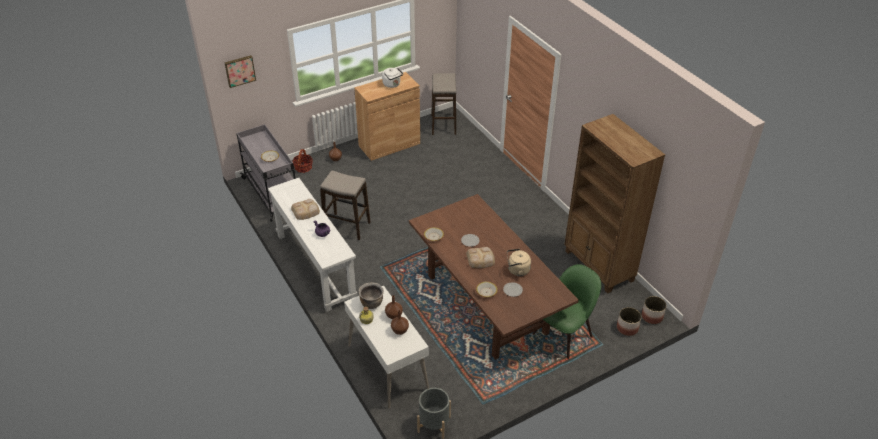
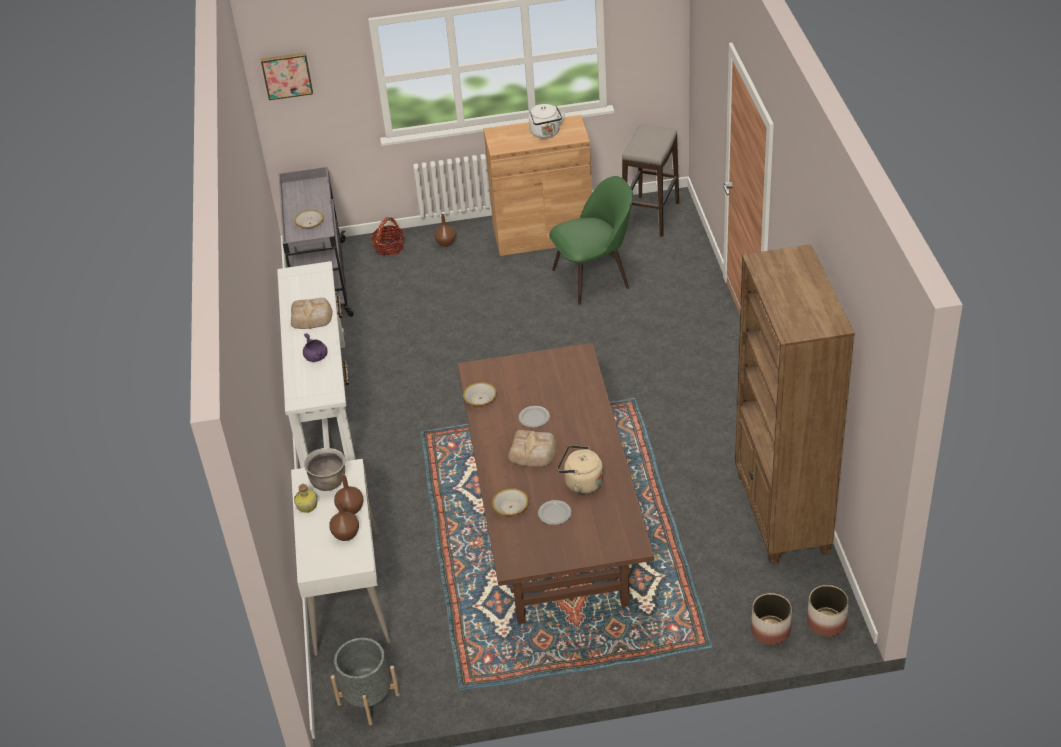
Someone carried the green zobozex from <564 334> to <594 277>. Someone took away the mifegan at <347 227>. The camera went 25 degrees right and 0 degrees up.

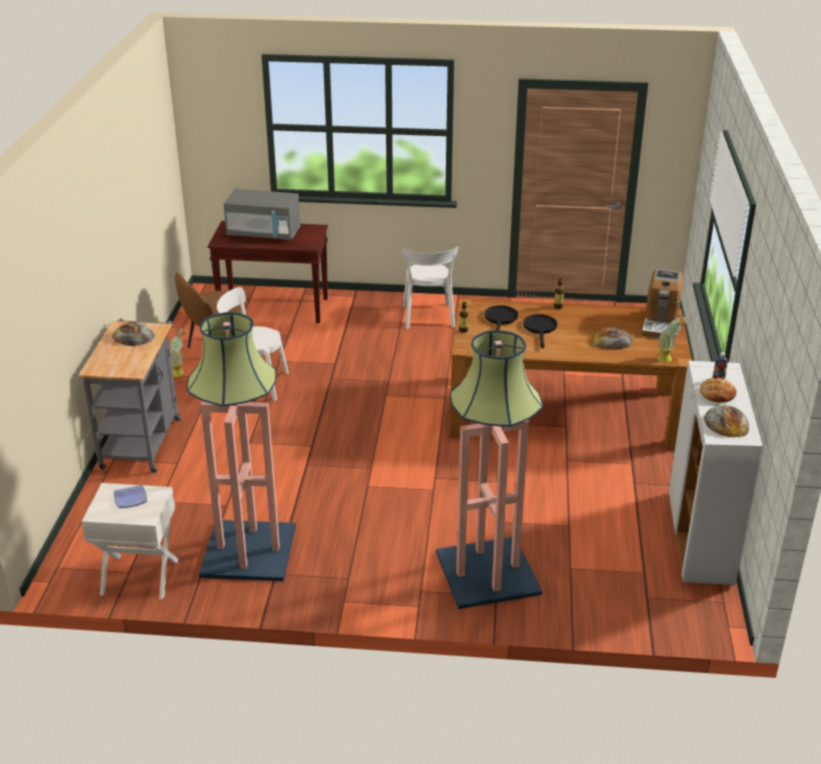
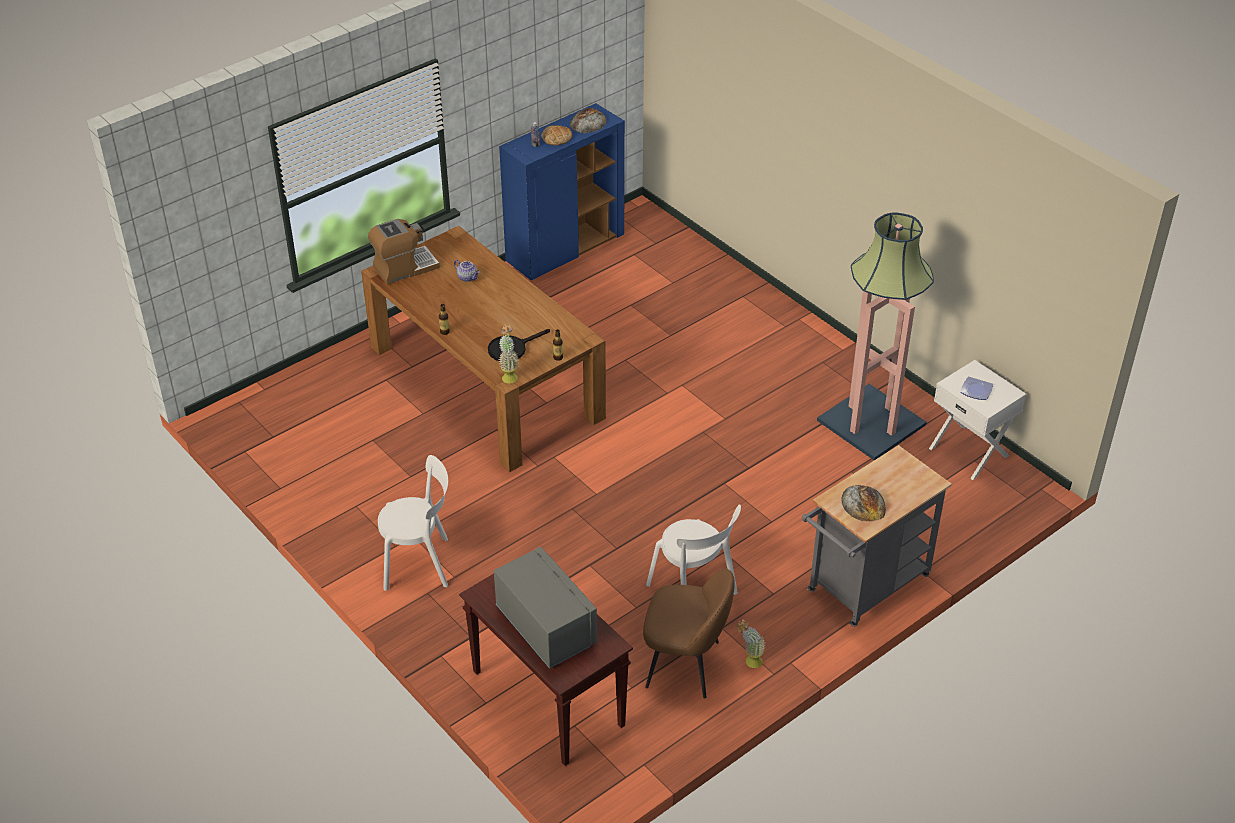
Someone rotated the white zobozex at <428 318> by 45 degrees clockwise. Someone swapped the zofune at <612 340> for the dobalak at <468 277>. Someone repainted the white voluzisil at <700 538>, which became the blue voluzisil at <565 249>. Someone carried the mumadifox from <668 360> to <509 375>. Someone took away the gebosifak at <487 573>. Someone took away the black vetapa at <540 329>. The camera went 135 degrees left and 10 degrees up.

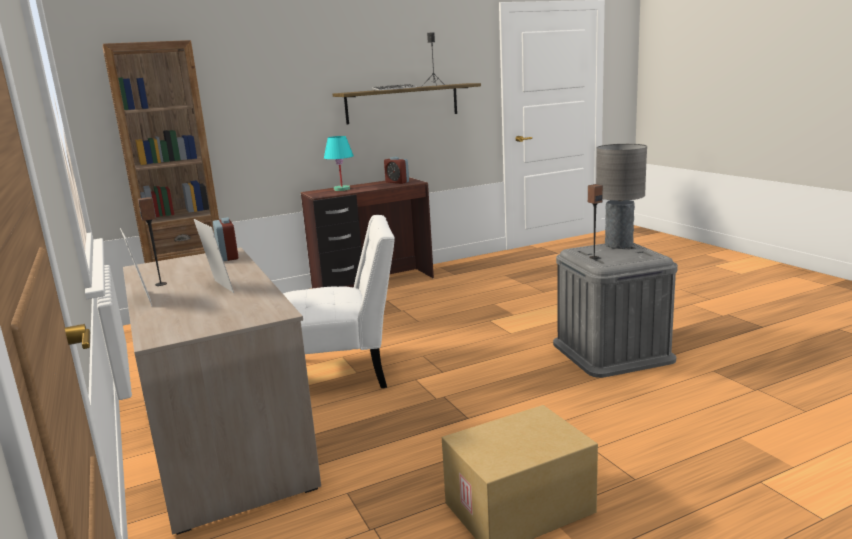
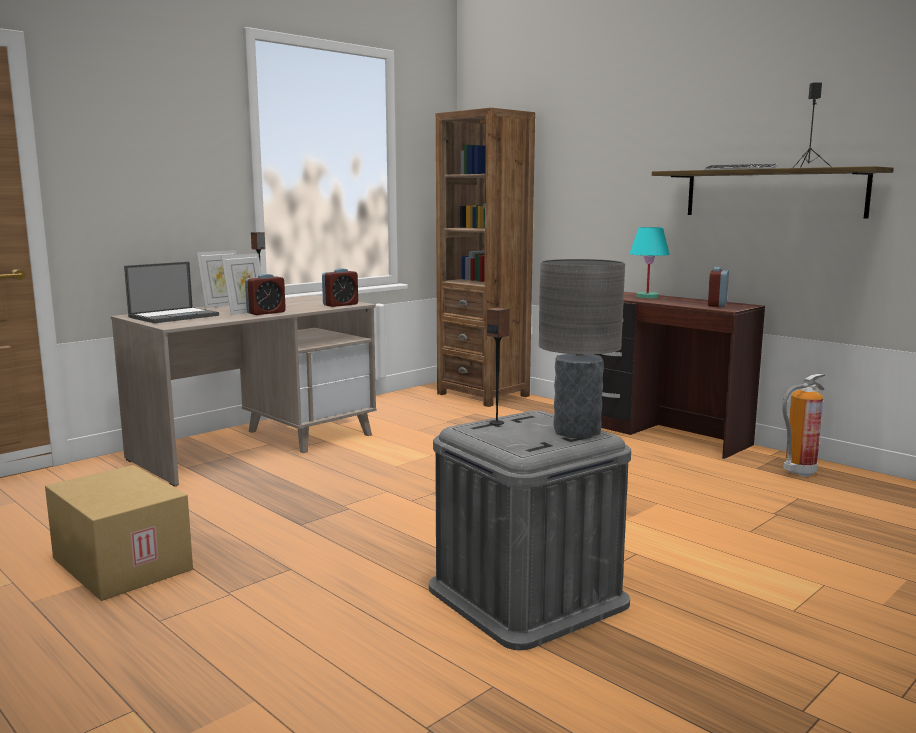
Someone put down the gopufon at <174 316>. Someone put down the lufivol at <266 313>. Someone put down the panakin at <798 472>. Someone took away the white zobozex at <343 372>. The camera went 70 degrees right and 5 degrees down.

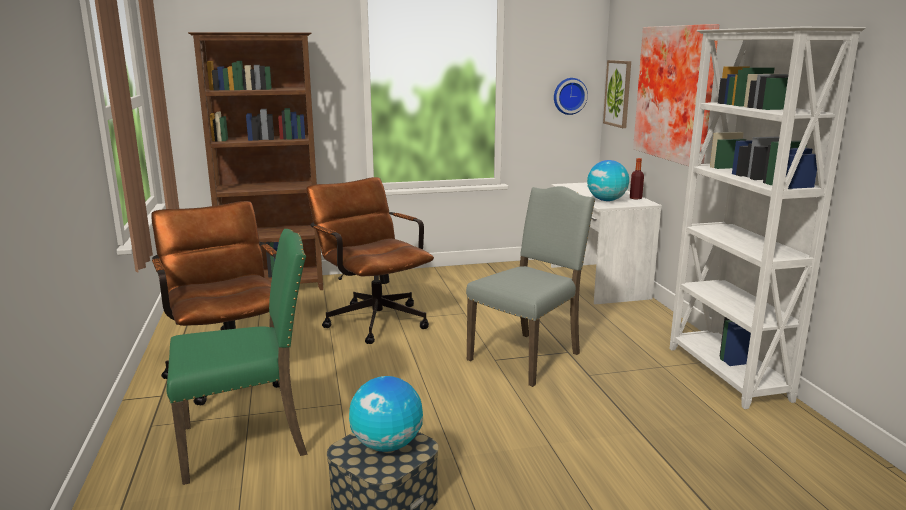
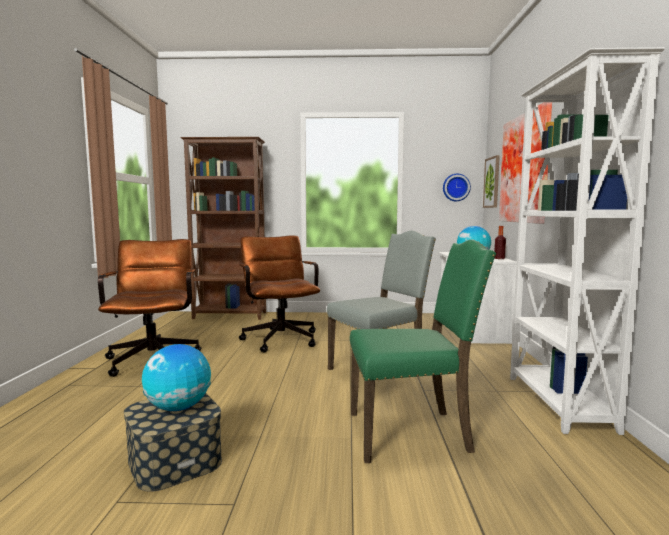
Someone carried the green zobozex from <247 441> to <411 433>. The camera went 15 degrees right and 10 degrees down.

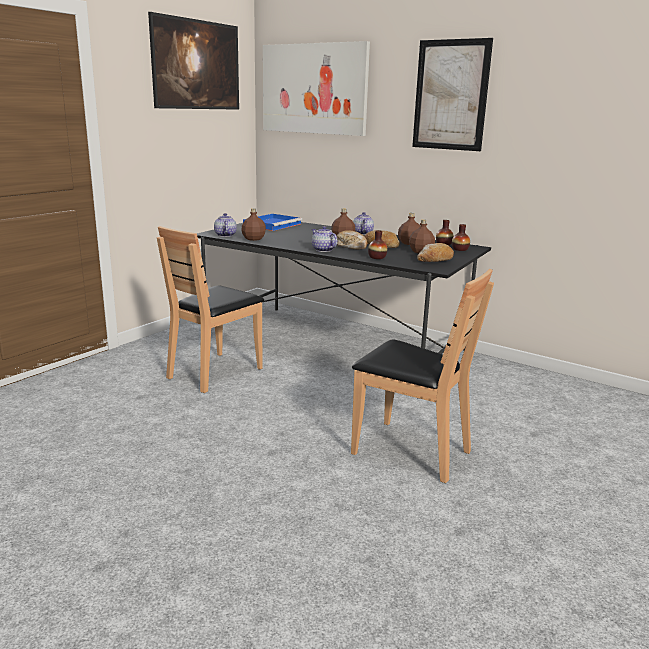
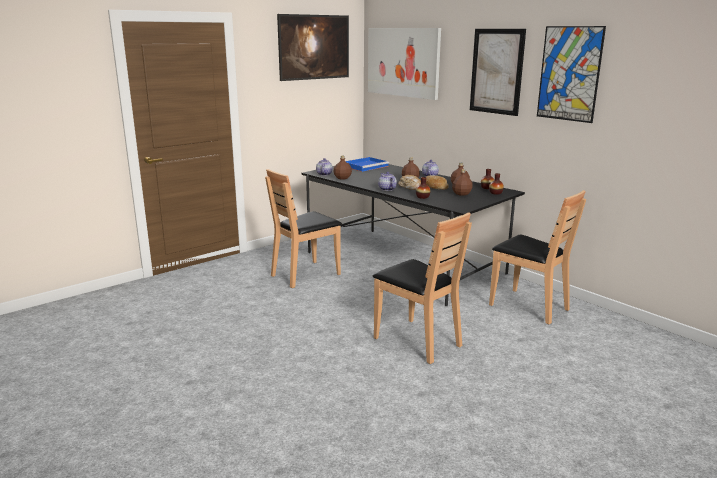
Someone put down the brown zobozex at <528 306>. Someone put up the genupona at <569 74>. Someone took away the zofune at <435 260>. The camera went 15 degrees right and 0 degrees up.

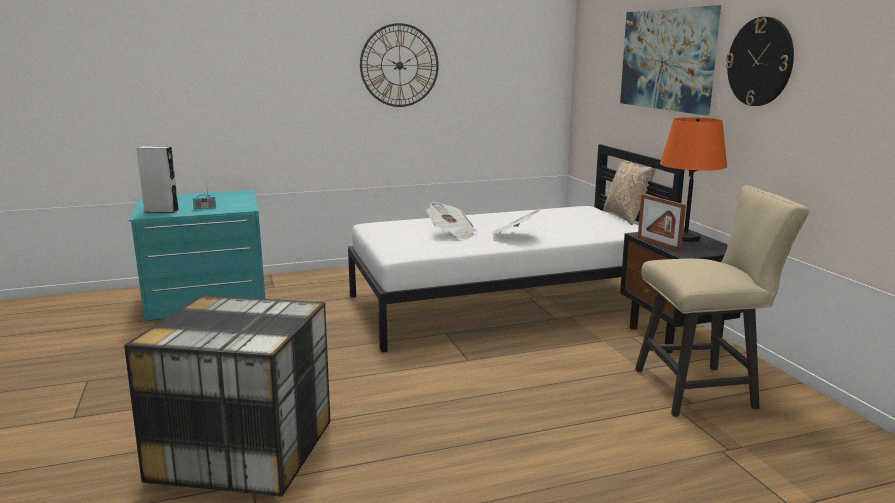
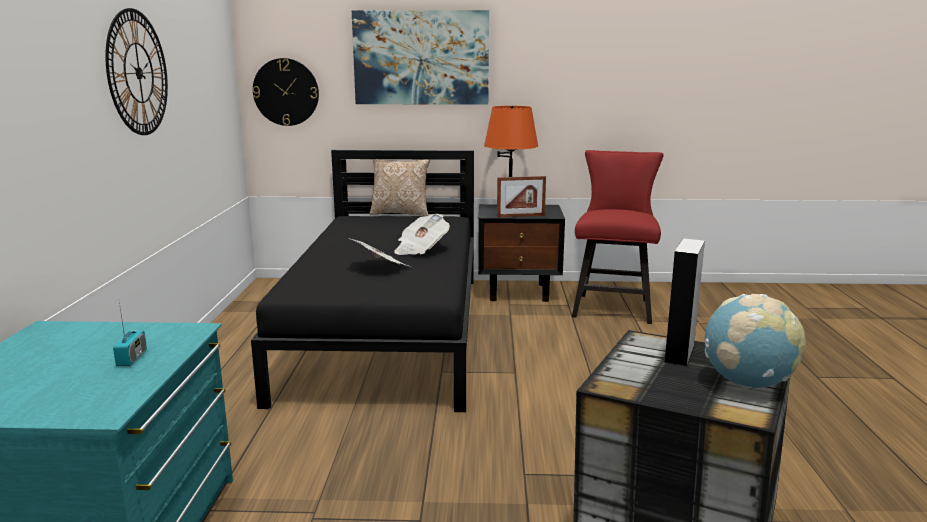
Someone repainted the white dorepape at <505 303>, which became the black dorepape at <389 332>. Someone carried the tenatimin from <760 62> to <286 92>. Someone repainted the beige zobozex at <703 389>, which became the red zobozex at <613 306>. Someone carried the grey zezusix from <161 211> to <679 354>. Someone put down the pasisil at <747 383>. The camera went 70 degrees left and 0 degrees up.

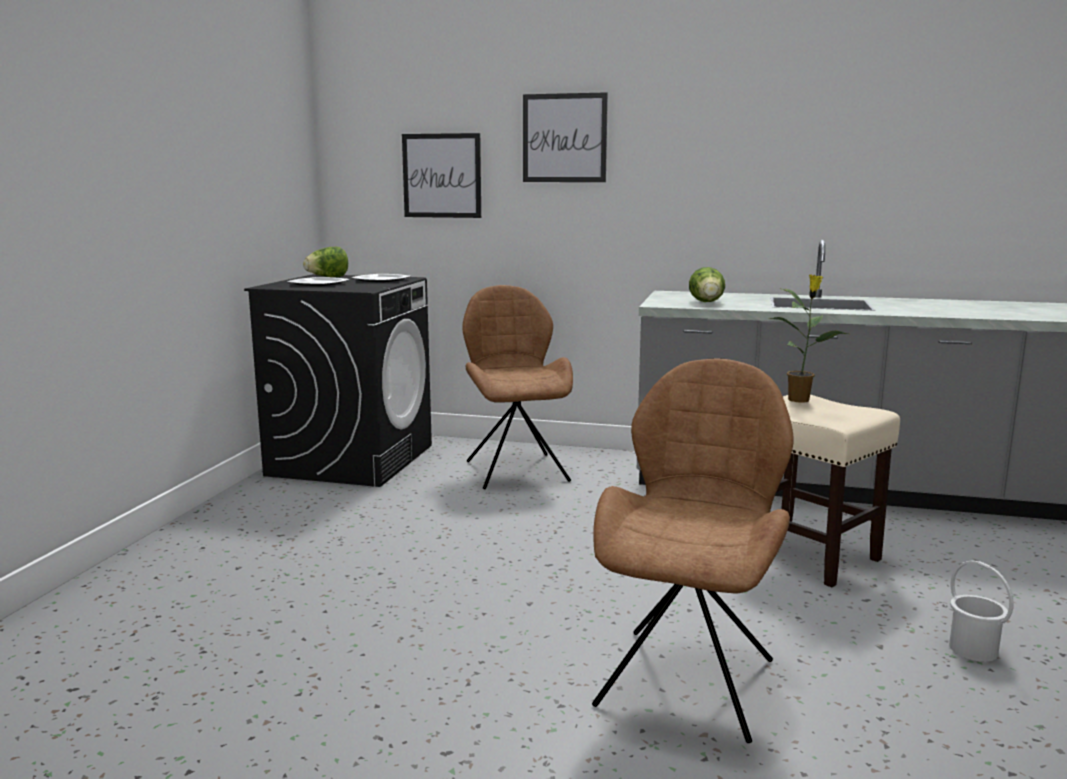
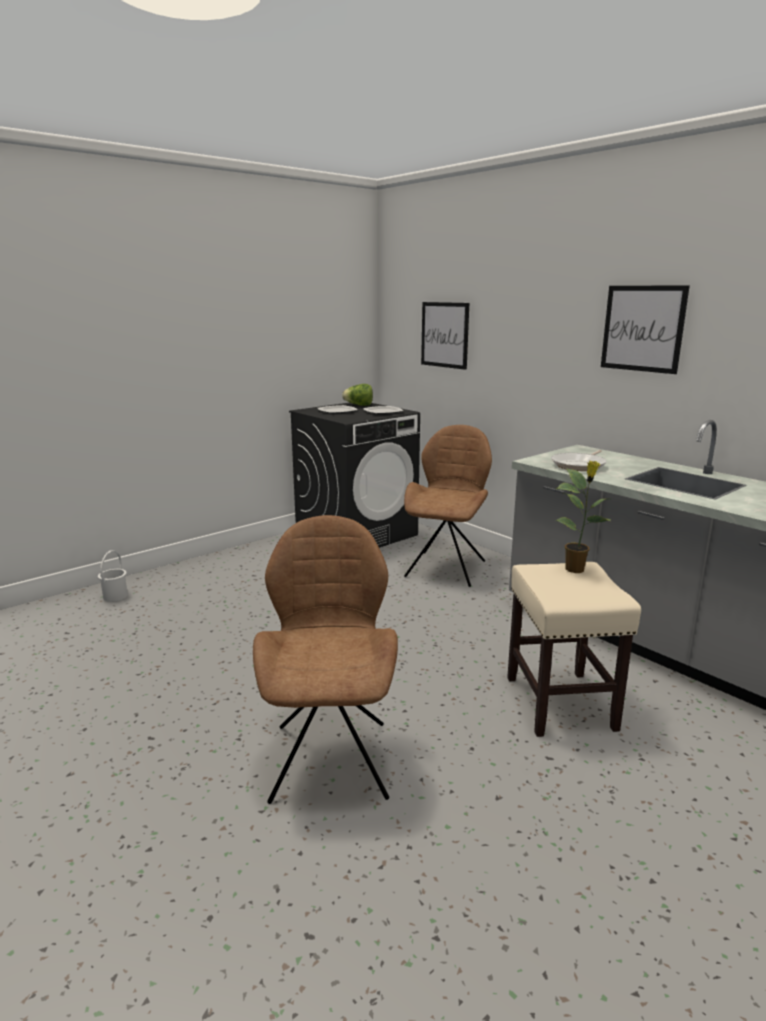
Someone carried the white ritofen from <973 649> to <116 596>. Someone rotated the brown zobozex at <688 678> by 60 degrees counterclockwise. Someone swapped the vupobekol at <707 302> for the vetapa at <579 465>. Someone carried the genupona from <564 138> to <642 328>. The camera went 35 degrees right and 5 degrees up.

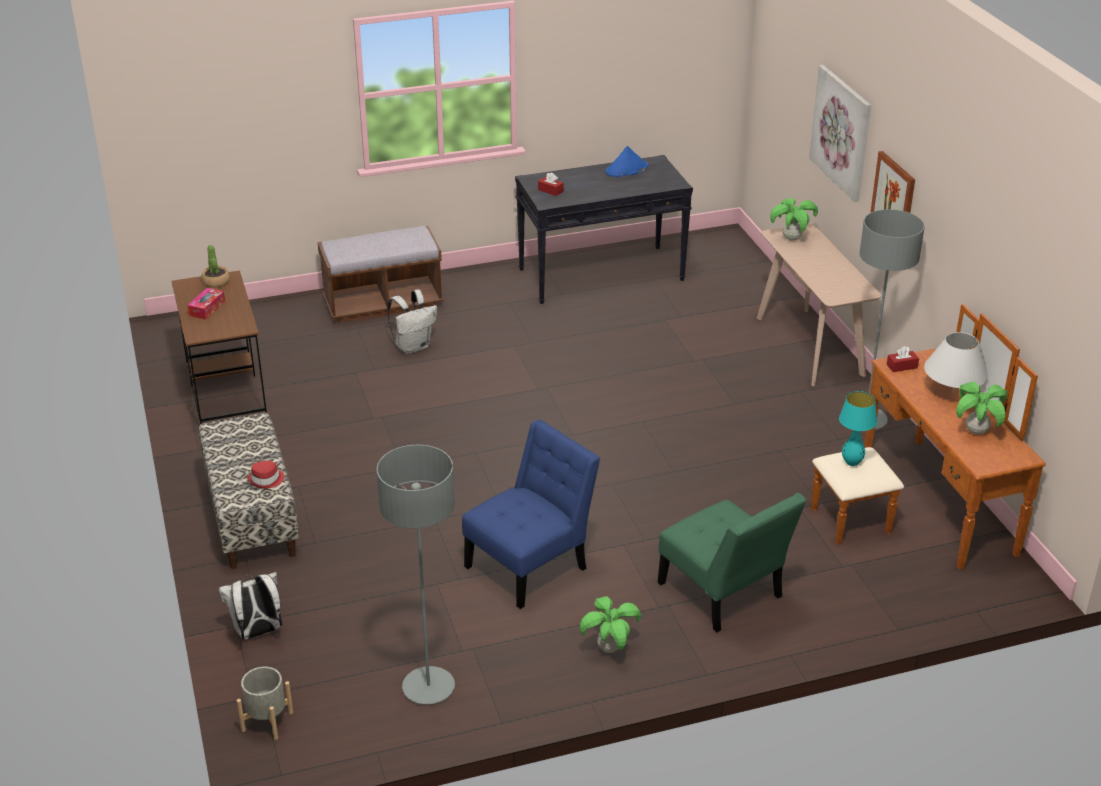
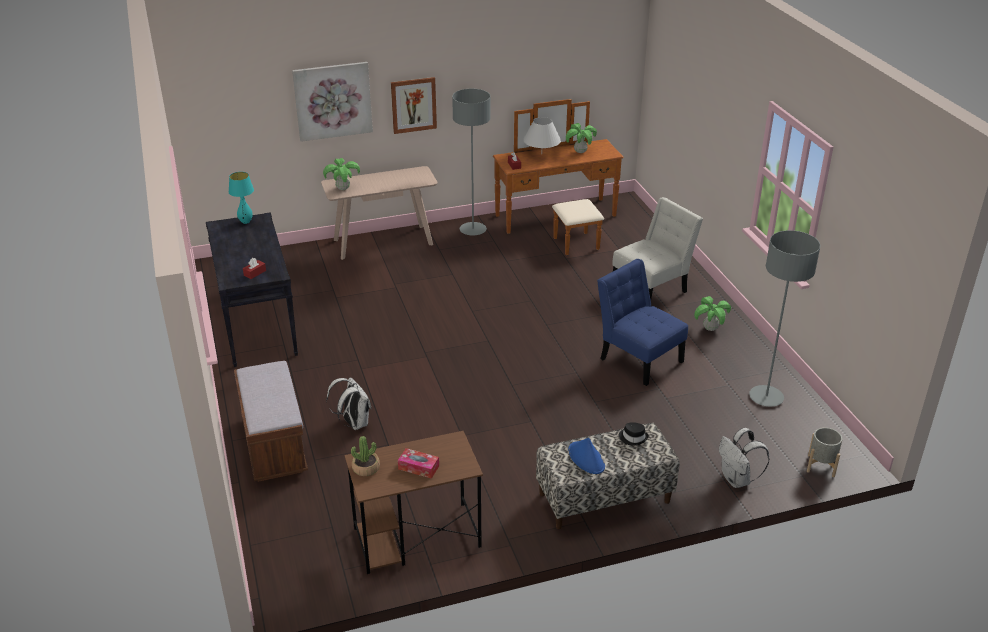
Someone carried the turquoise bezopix from <852 463> to <245 222>. Someone carried the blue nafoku from <626 169> to <586 458>. Someone repainted the green zobozex at <724 594>, which became the white zobozex at <652 288>. Someone repainted the red nafoku at <266 480>, which became the black nafoku at <633 437>. The camera went 90 degrees left and 0 degrees up.

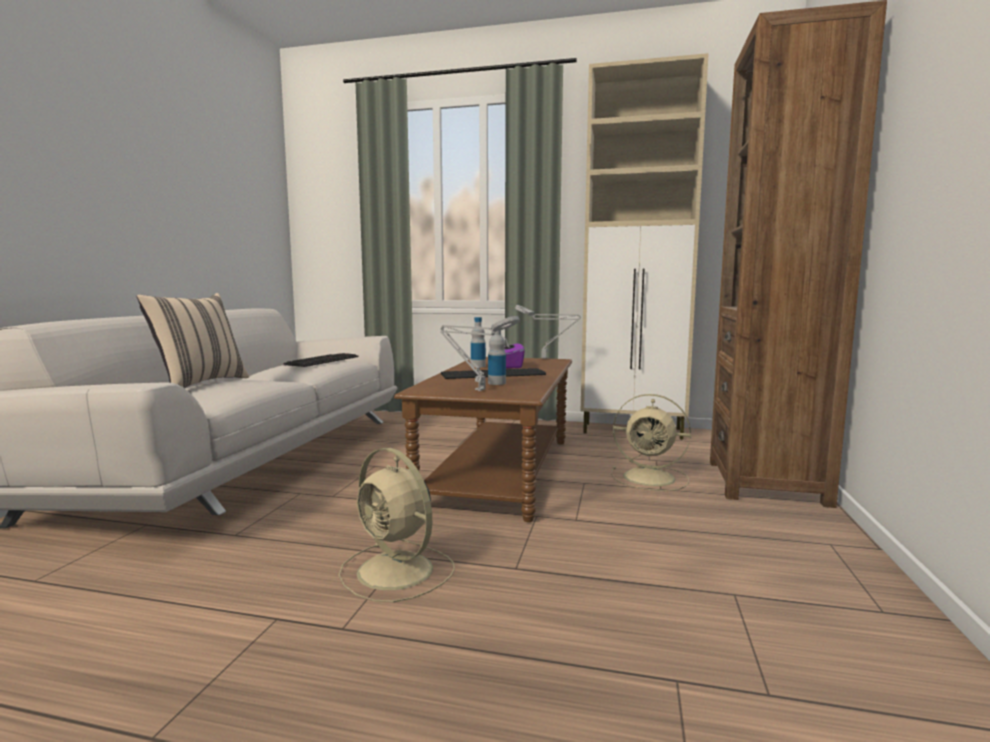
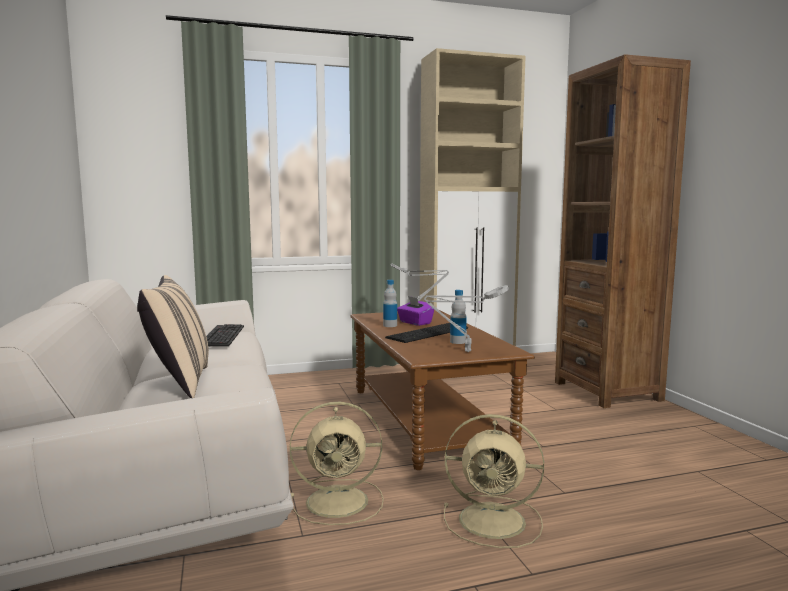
Someone carried the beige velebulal from <651 478> to <340 501>. The camera went 30 degrees left and 0 degrees up.

